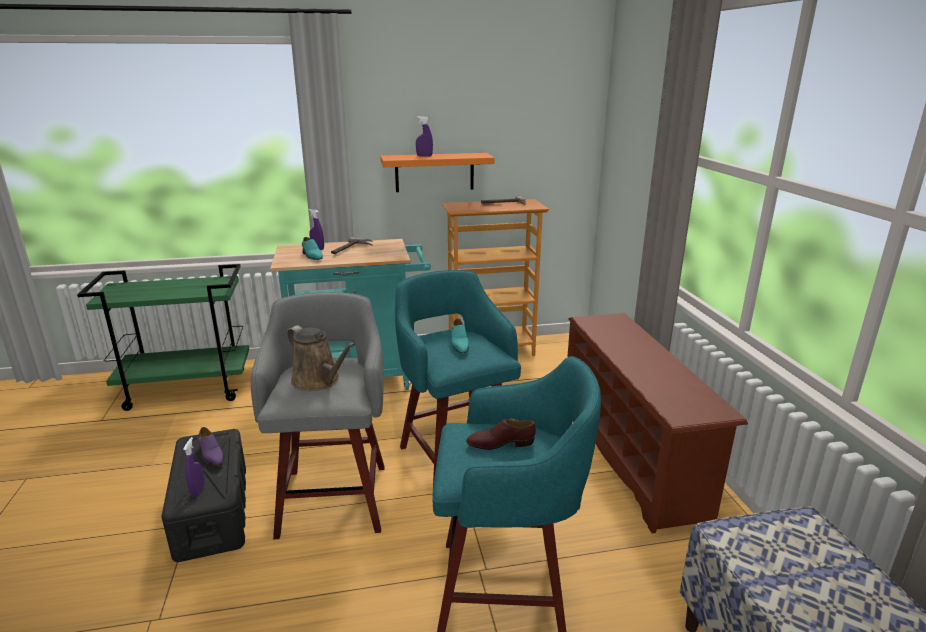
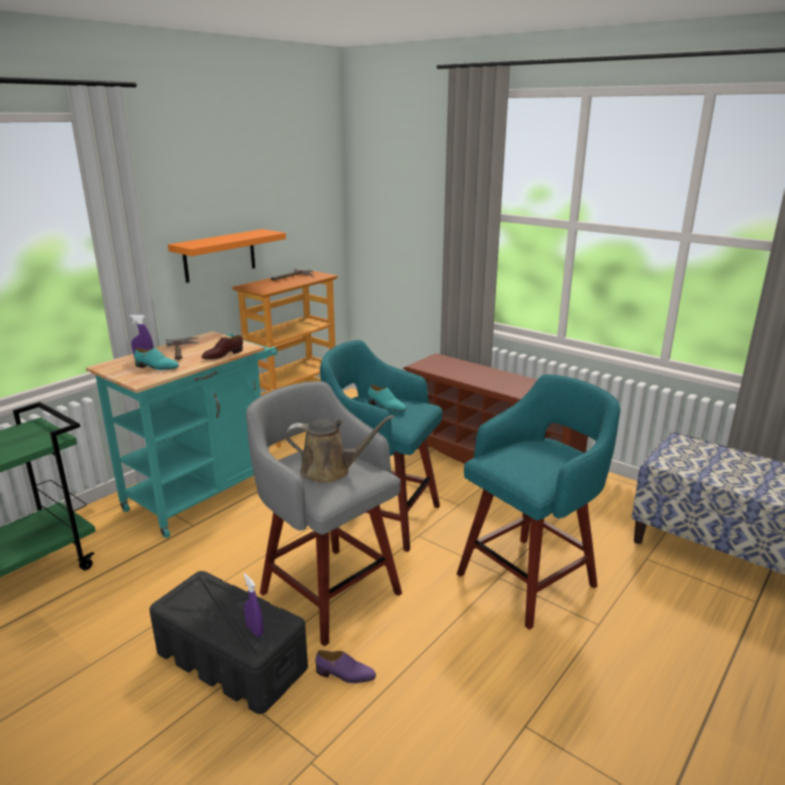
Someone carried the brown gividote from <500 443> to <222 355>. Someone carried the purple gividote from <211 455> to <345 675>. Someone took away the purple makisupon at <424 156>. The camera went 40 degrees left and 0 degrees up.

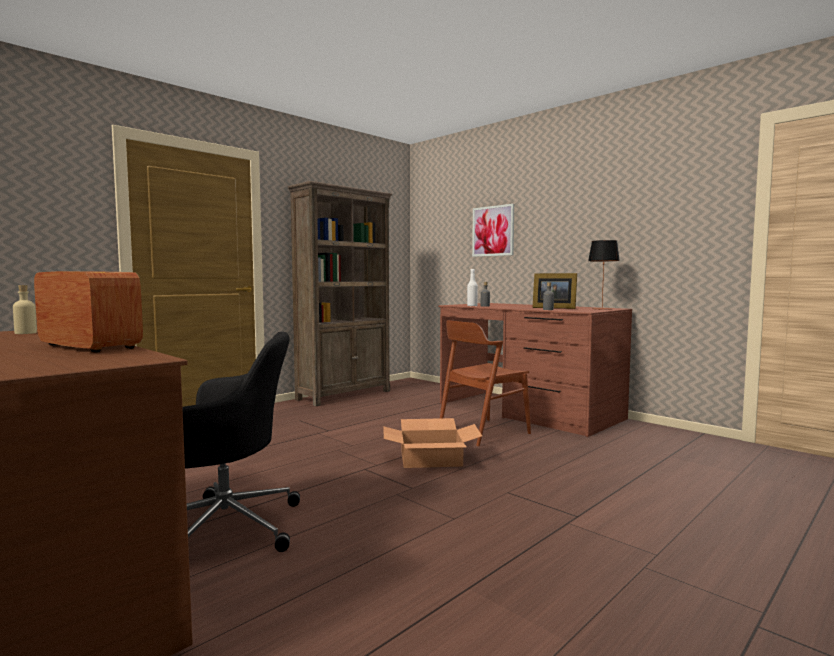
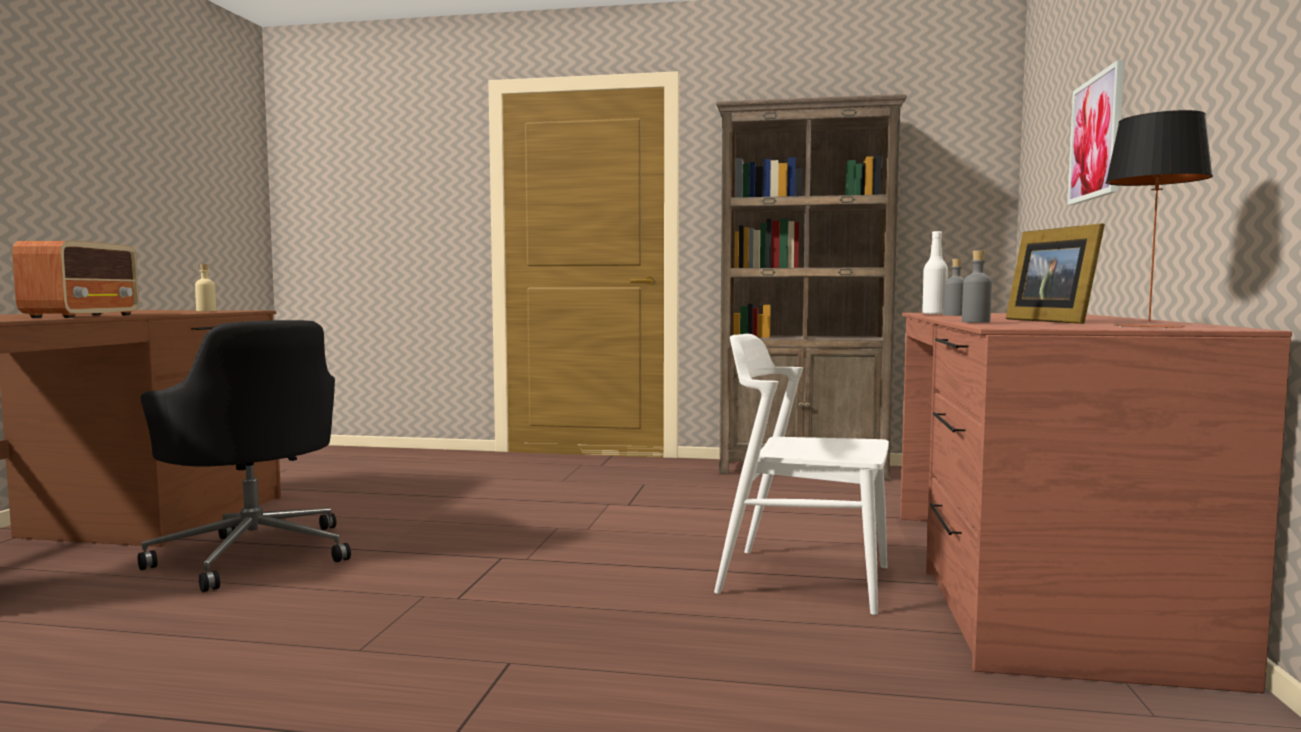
Someone repainted the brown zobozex at <483 432>, which became the white zobozex at <803 579>. Someone took away the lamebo at <431 459>. The camera went 55 degrees right and 0 degrees up.

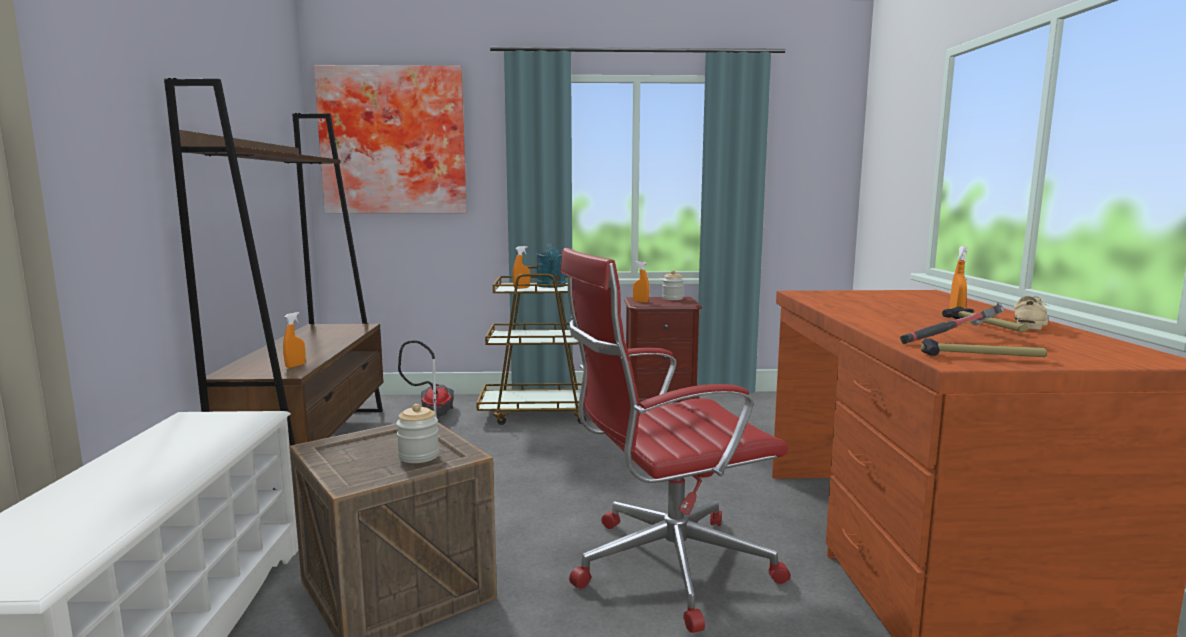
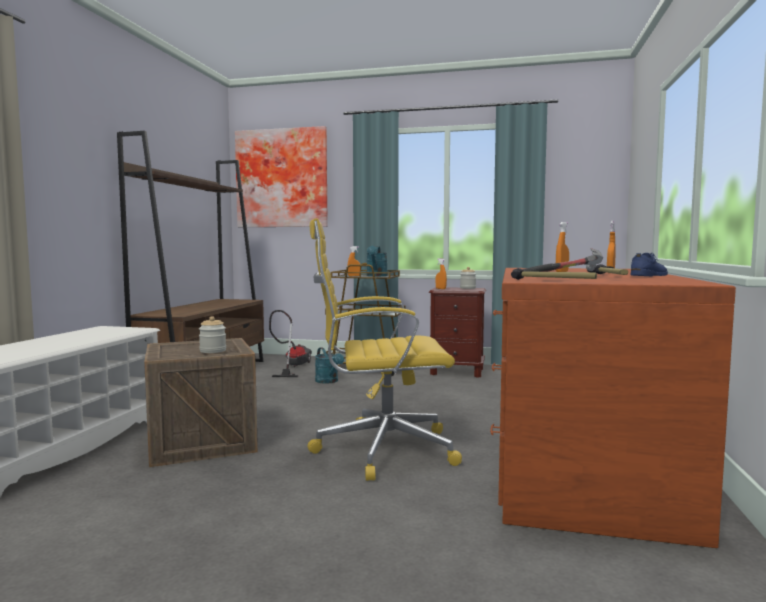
Someone repainted the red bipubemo at <666 566>, which became the yellow bipubemo at <381 449>. Someone put down the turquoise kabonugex at <328 381>. Someone carried the orange makisupon from <295 366> to <562 272>. Someone repainted the beige gividote at <1029 324>, which became the blue gividote at <649 275>. The camera went 15 degrees right and 5 degrees down.

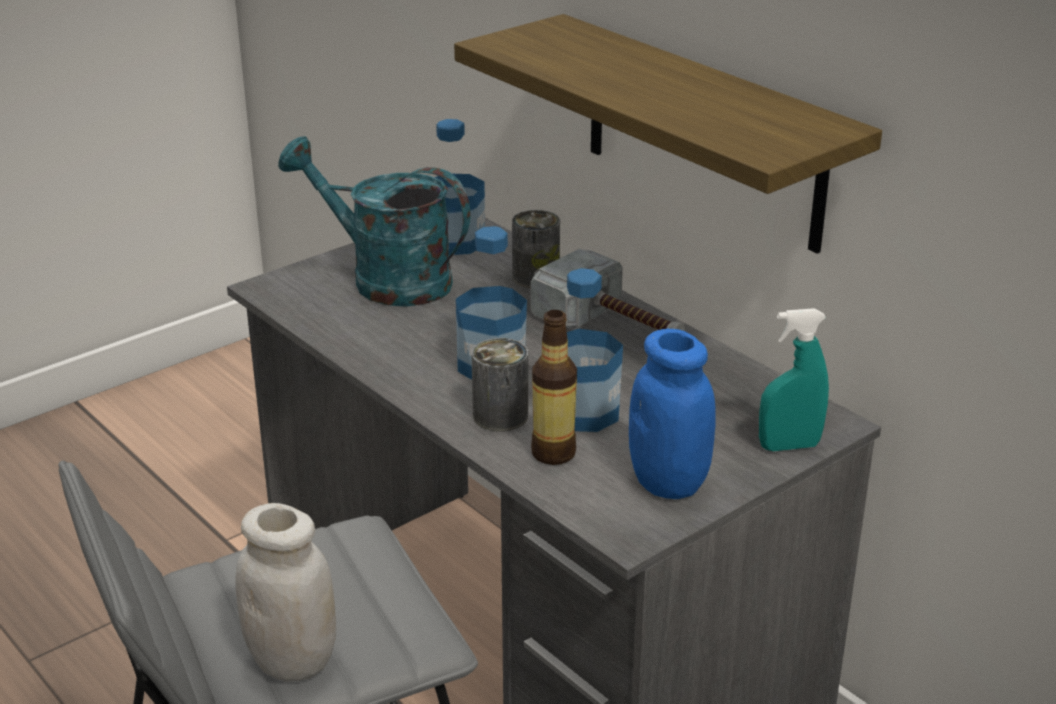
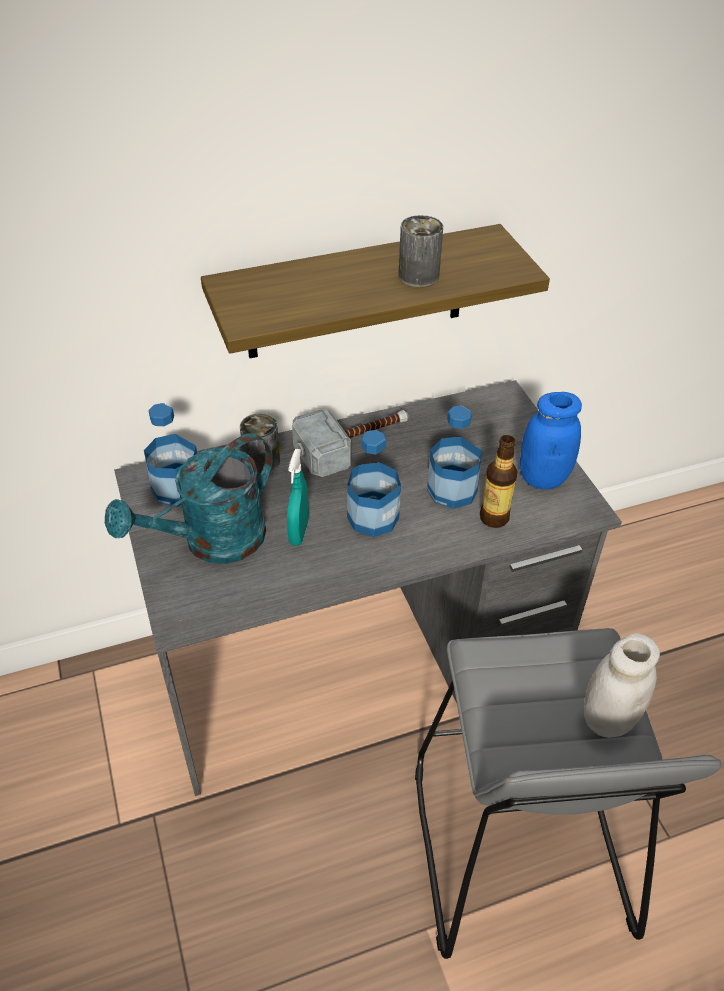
Someone carried the turquoise makisupon from <789 446> to <299 532>. Someone carried the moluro from <500 415> to <418 275>. The camera went 70 degrees left and 15 degrees up.

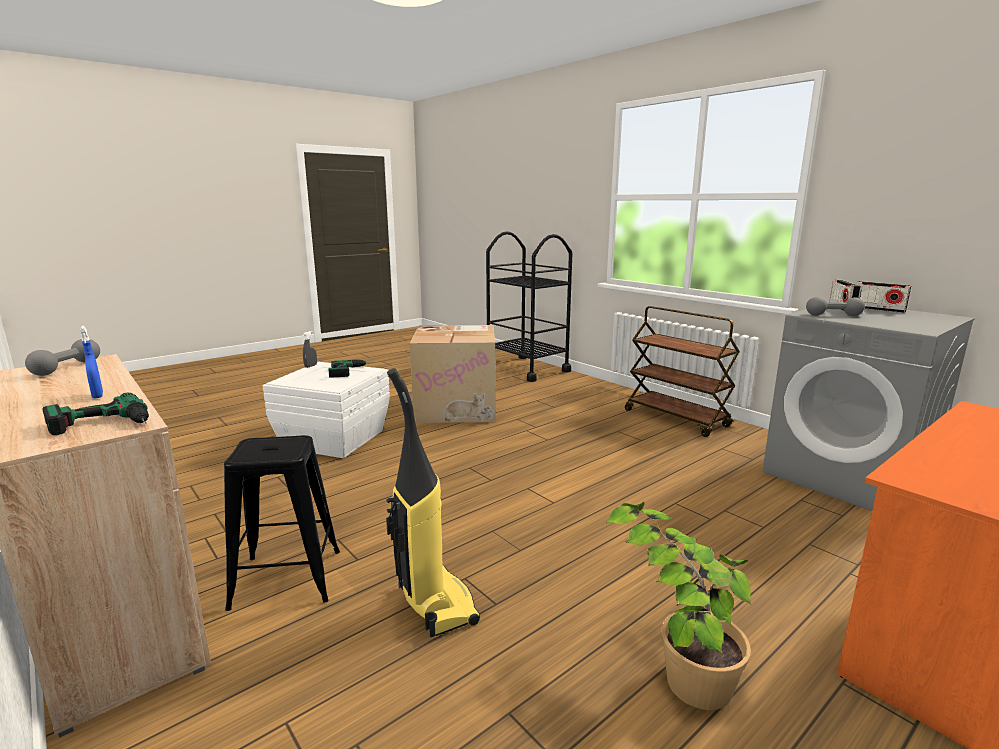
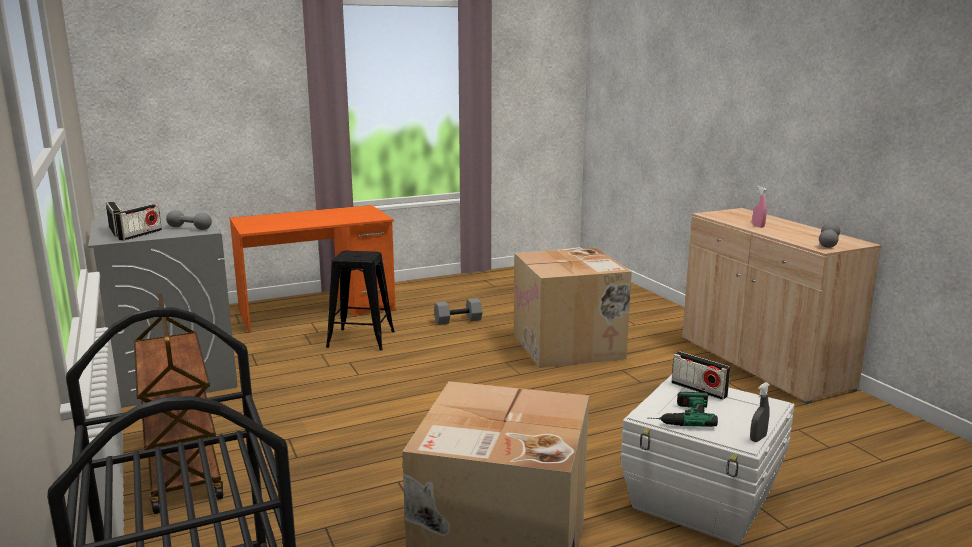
Someone carried the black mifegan from <287 579> to <361 339>. Someone swapped the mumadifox at <675 660> for the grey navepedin at <458 320>. Someone swapped the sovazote at <434 603> for the lamebo at <569 346>. Someone put down the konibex at <699 389>. Someone repainted the blue makisupon at <97 395>, which became the pink makisupon at <758 226>. Someone took away the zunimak at <102 426>. The camera went 165 degrees left and 0 degrees up.

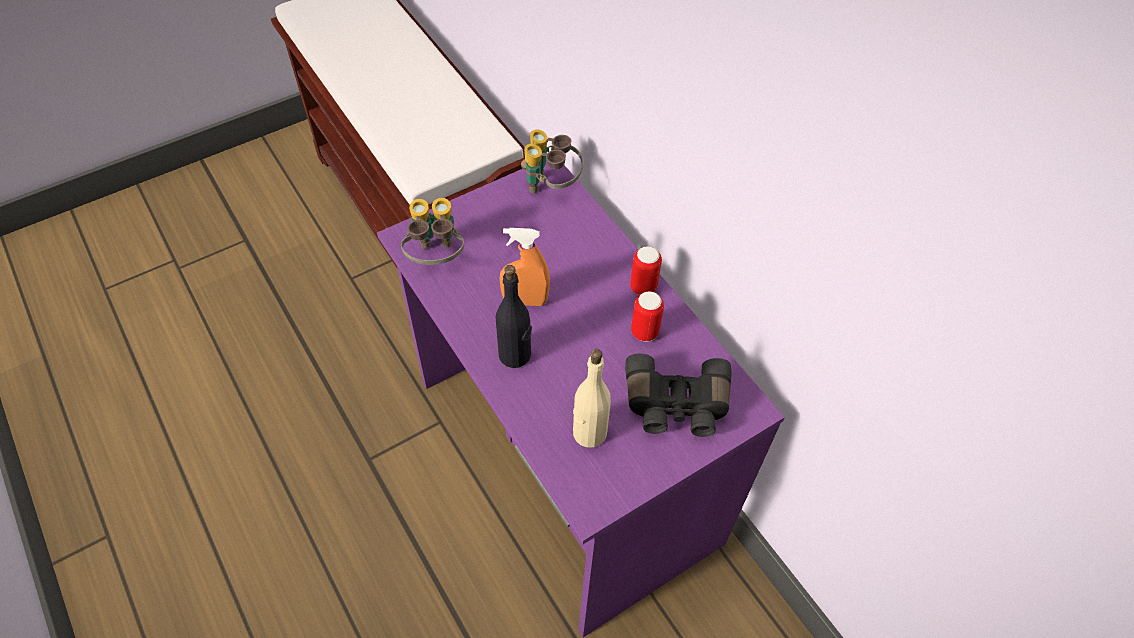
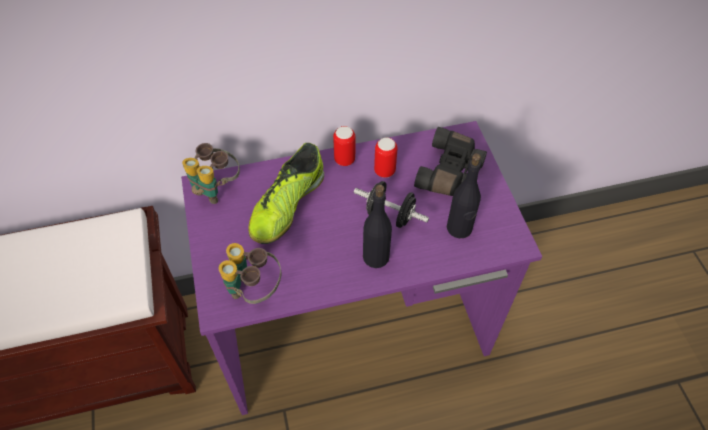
Someone put down the gividote at <287 205>. Someone put down the black navepedin at <390 215>. Someone repainted the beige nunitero at <589 433>, which became the black nunitero at <459 228>. Someone took away the orange makisupon at <525 301>. The camera went 70 degrees left and 0 degrees up.

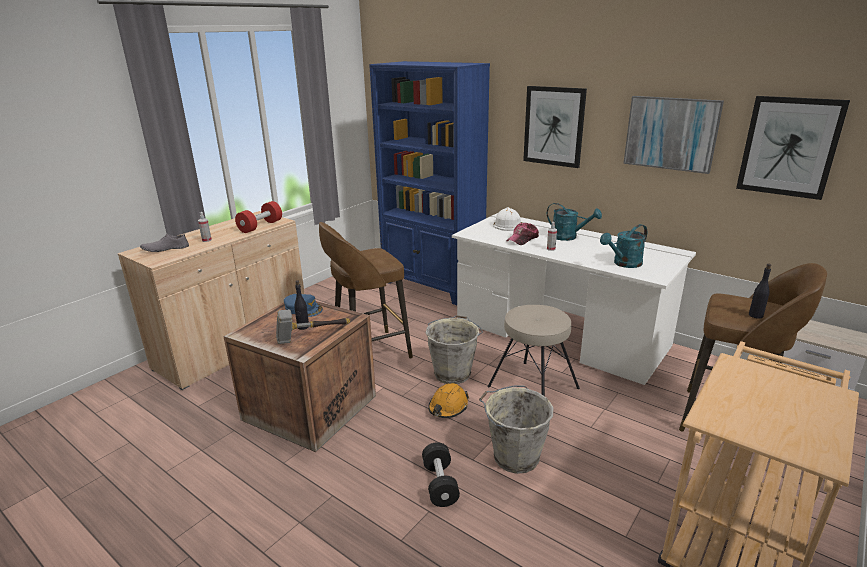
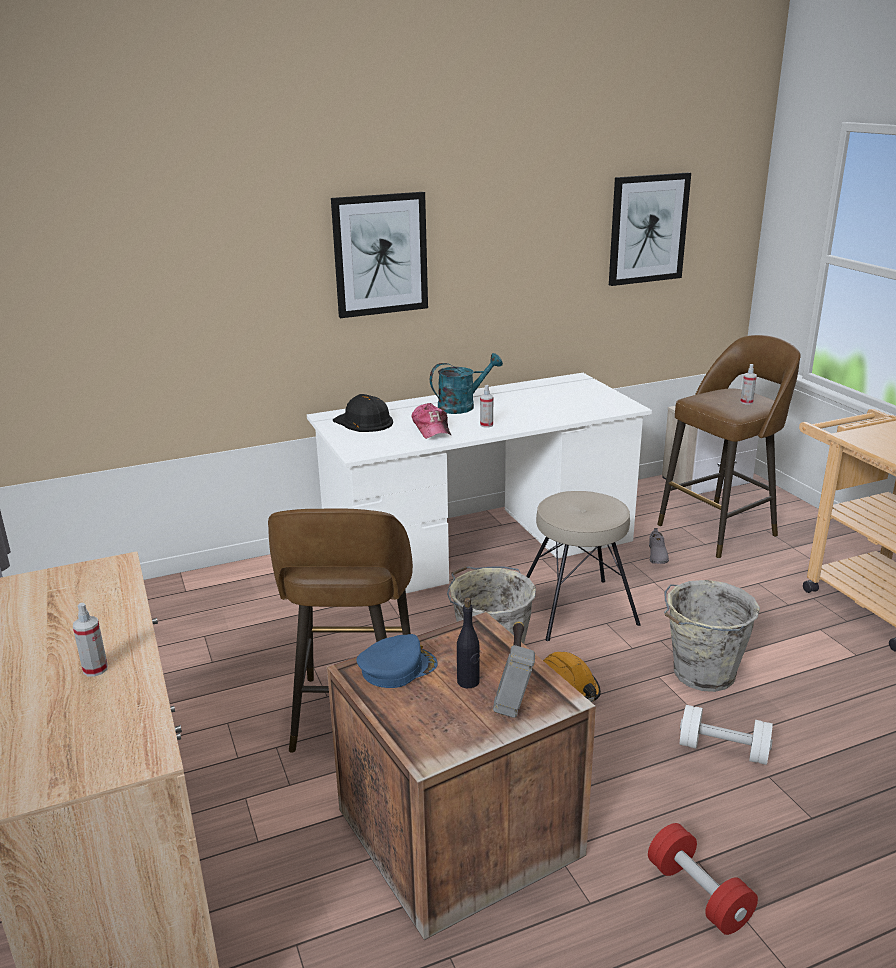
Someone repainted the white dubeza at <507 224>, which became the black dubeza at <363 422>. Someone carried the red navepedin from <260 226> to <698 894>. Someone carried the grey gividote from <165 249> to <656 555>. Someone repainted the black navepedin at <440 484>, which became the white navepedin at <723 750>. Someone swapped the black nunitero at <756 315> for the makisupon at <746 402>. Someone took away the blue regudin at <433 286>. Someone took away the turquoise kabonugex at <624 264>. Someone took away the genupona at <671 133>. The camera went 60 degrees left and 0 degrees up.

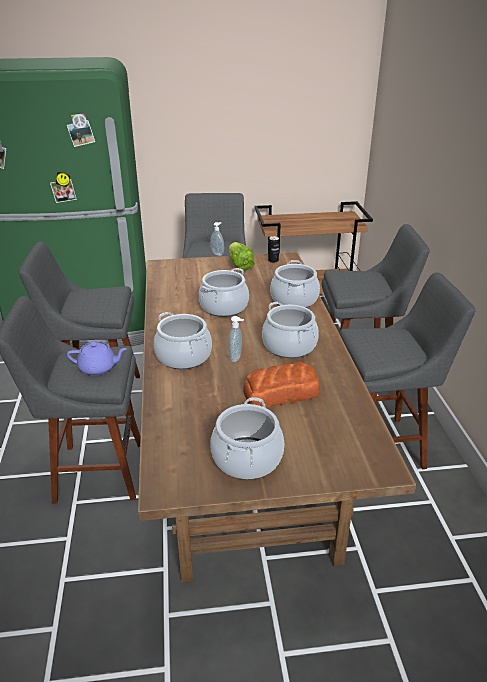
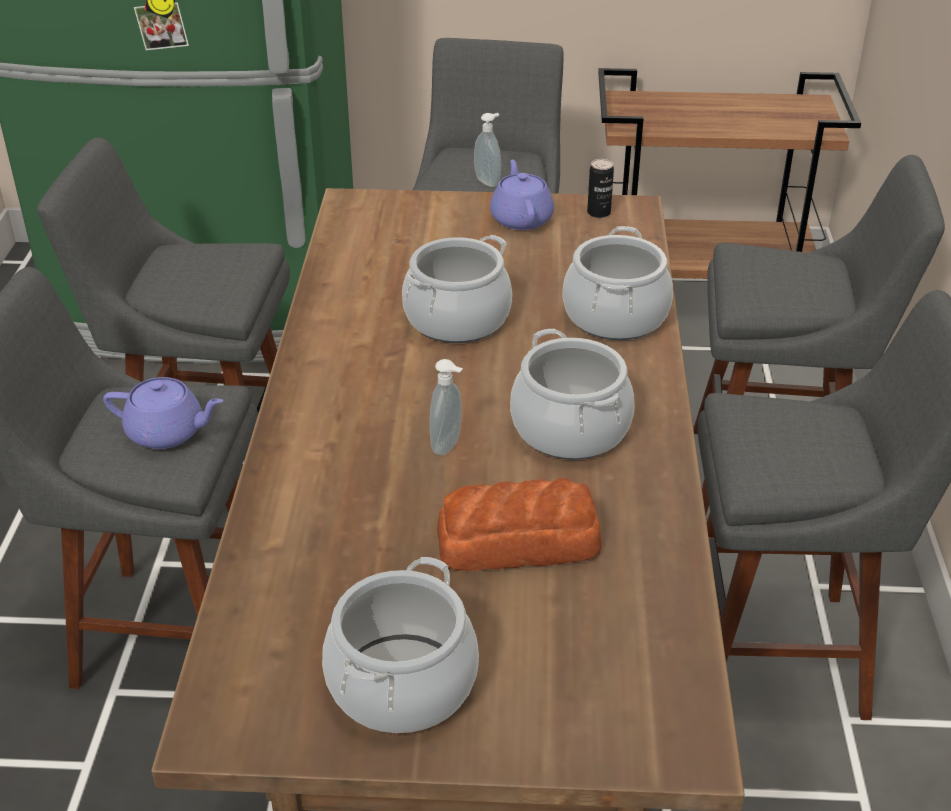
Someone swapped the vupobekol at <239 265> for the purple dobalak at <521 218>. Someone took away the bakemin at <183 356>. The camera went 10 degrees right and 5 degrees up.

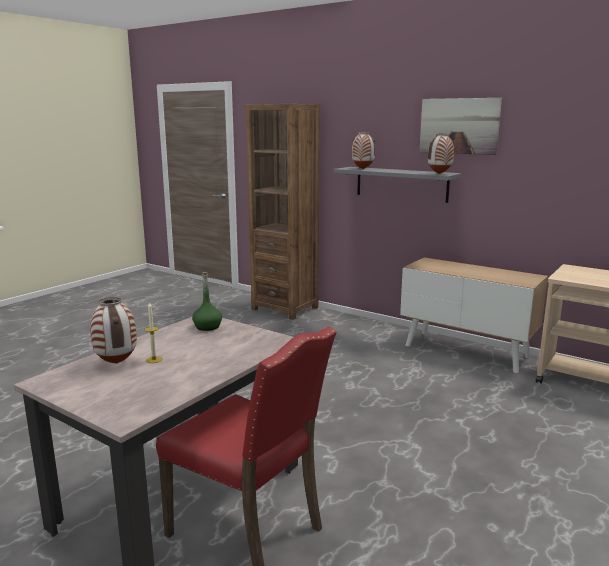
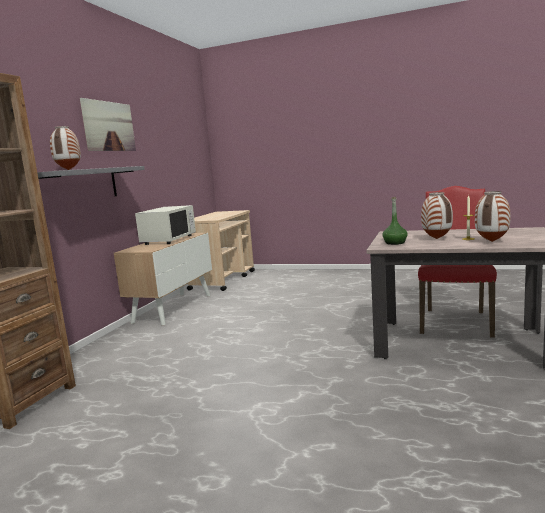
Someone put down the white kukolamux at <168 240>. Someone carried the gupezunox from <439 174> to <437 239>. The camera went 105 degrees left and 5 degrees down.

